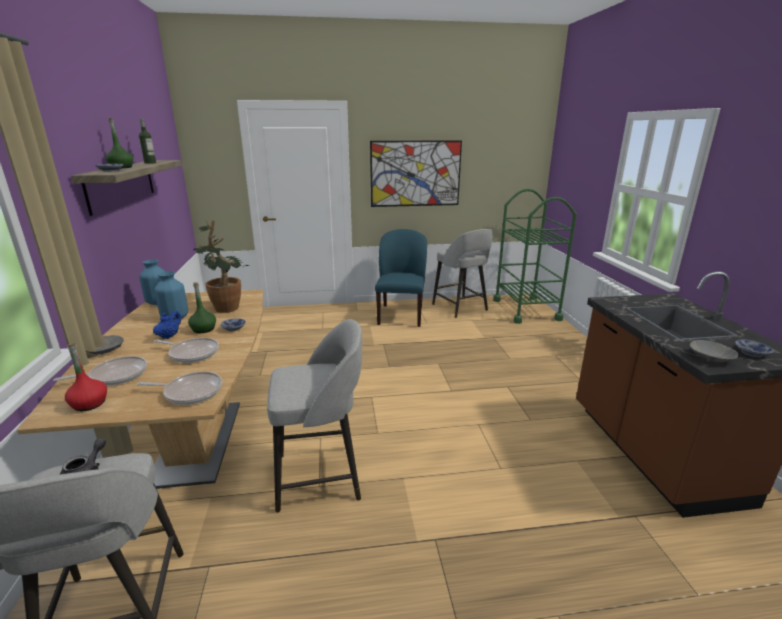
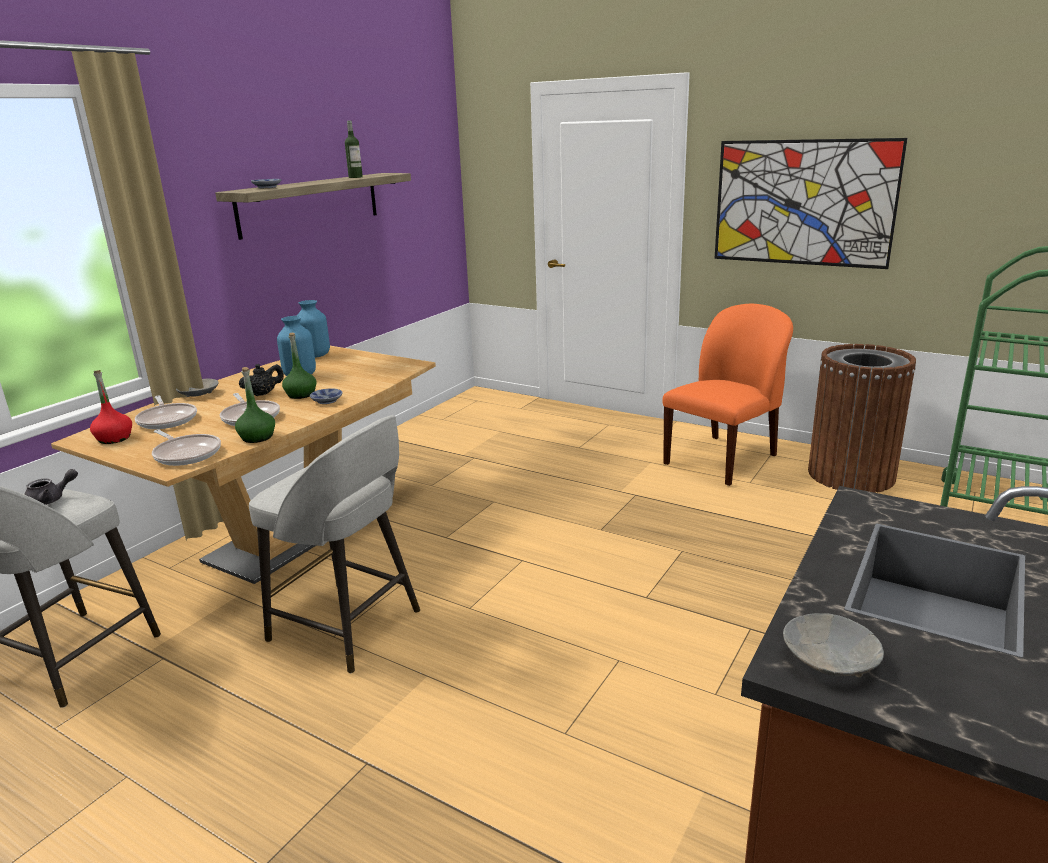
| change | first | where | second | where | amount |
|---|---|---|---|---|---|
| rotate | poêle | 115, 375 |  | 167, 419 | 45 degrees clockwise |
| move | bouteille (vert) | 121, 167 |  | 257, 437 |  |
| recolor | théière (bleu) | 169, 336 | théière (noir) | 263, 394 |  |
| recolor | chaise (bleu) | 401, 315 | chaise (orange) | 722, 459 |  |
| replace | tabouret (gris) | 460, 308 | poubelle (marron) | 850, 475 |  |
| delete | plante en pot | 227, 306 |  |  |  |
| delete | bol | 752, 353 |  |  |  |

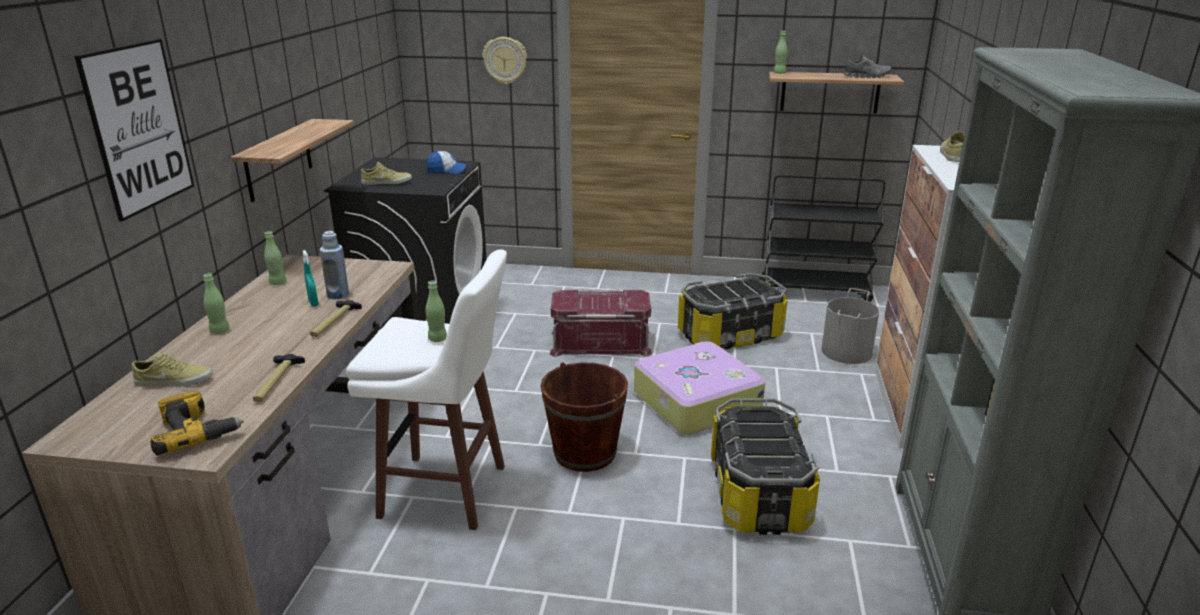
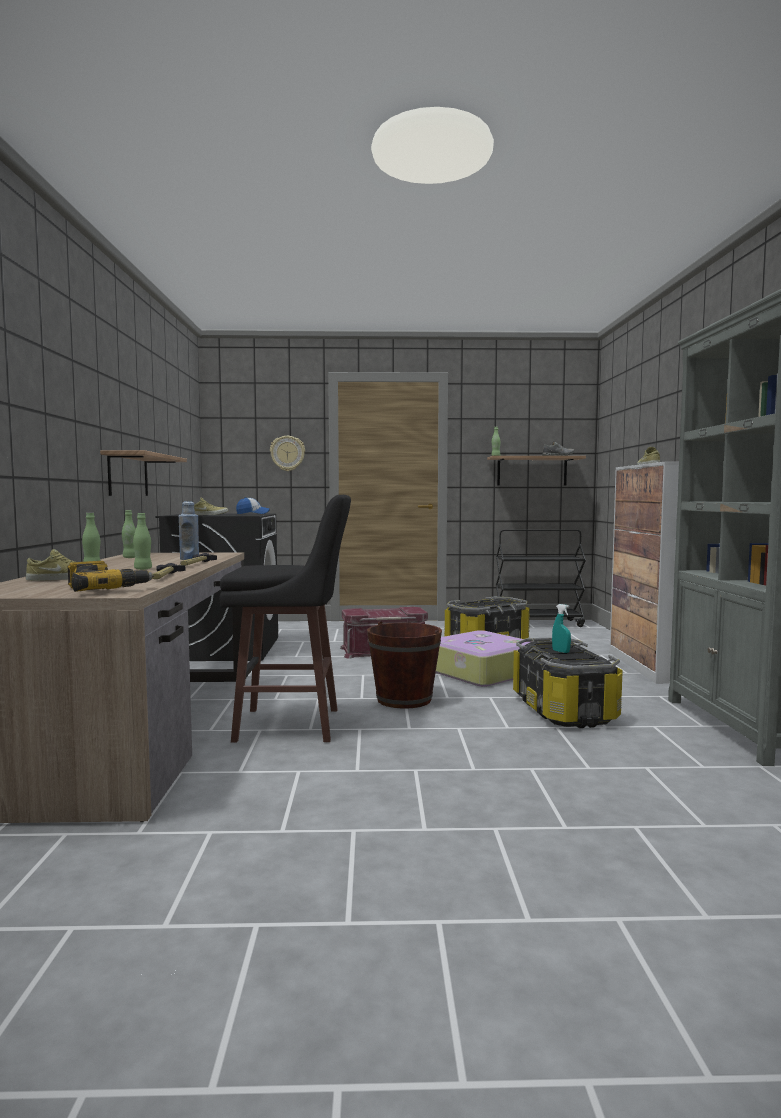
| change | first | where | second | where | amount |
|---|---|---|---|---|---|
| move | bouteille (vert) | 437, 339 |  | 143, 569 |  |
| recolor | tabouret (blanc) | 447, 493 | tabouret (noir) | 292, 725 |  |
| move | vaporisateur (turquoise) | 313, 303 |  | 561, 651 |  |
| delete | tableau | 139, 127 |  |  |  |
| delete | seau (gris) | 847, 352 |  |  |  |

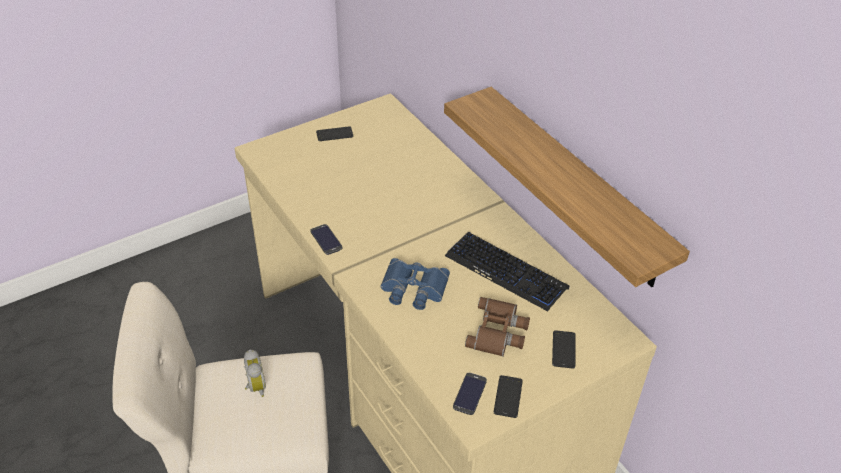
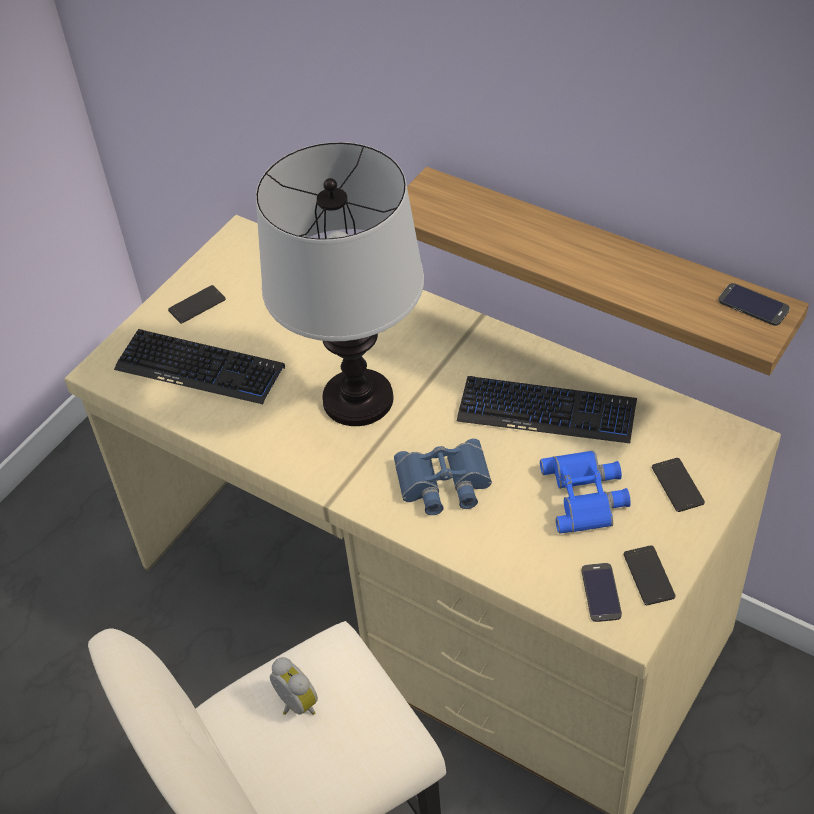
| change | first | where | second | where | amount |
|---|---|---|---|---|---|
| insert |  |  | clavier | 200, 368 |  |
| insert |  |  | lampe de table | 357, 399 |  |
| recolor | jumelles (marron) | 499, 332 | jumelles (bleu) | 586, 495 |  |
| move | téléphone | 326, 240 |  | 753, 305 |  |

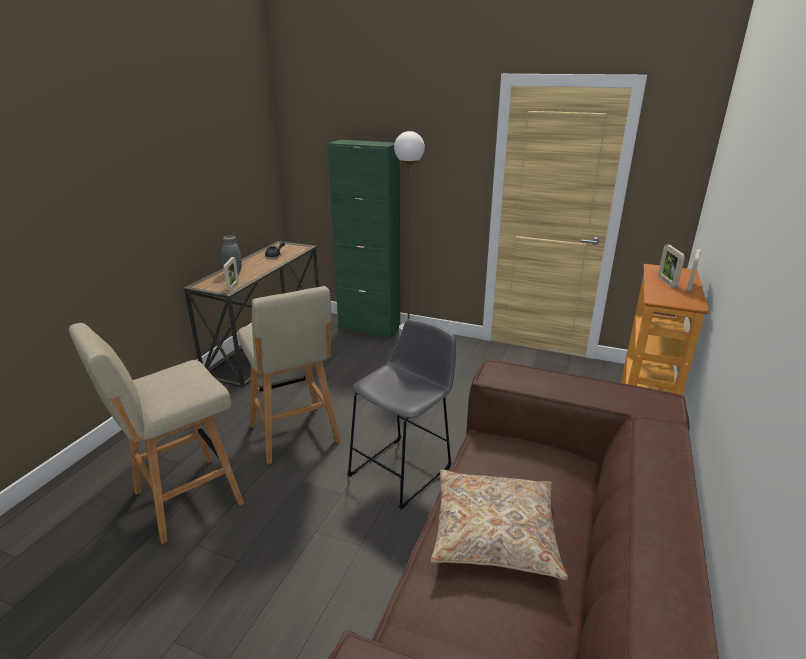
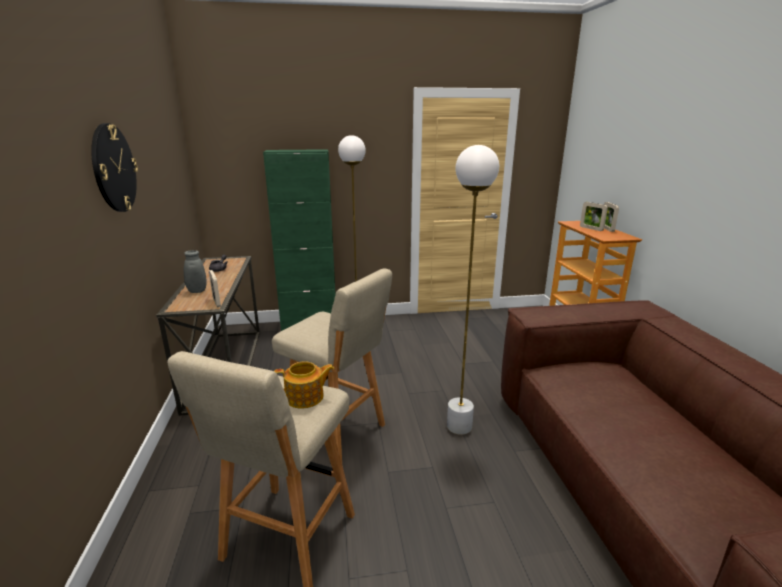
| change | first | where | second | where | amount |
|---|---|---|---|---|---|
| insert |  |  | horloge murale | 113, 168 |  |
| insert |  |  | théière | 305, 397 |  |
| replace | tabouret (gris) | 404, 468 | lampadaire (blanc) | 459, 426 |  |
| delete | coussin (beige) | 495, 532 |  |  |  |

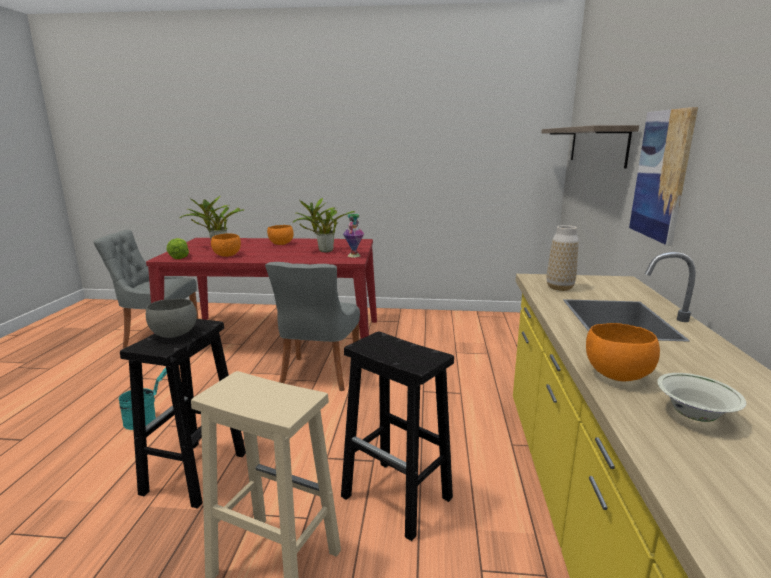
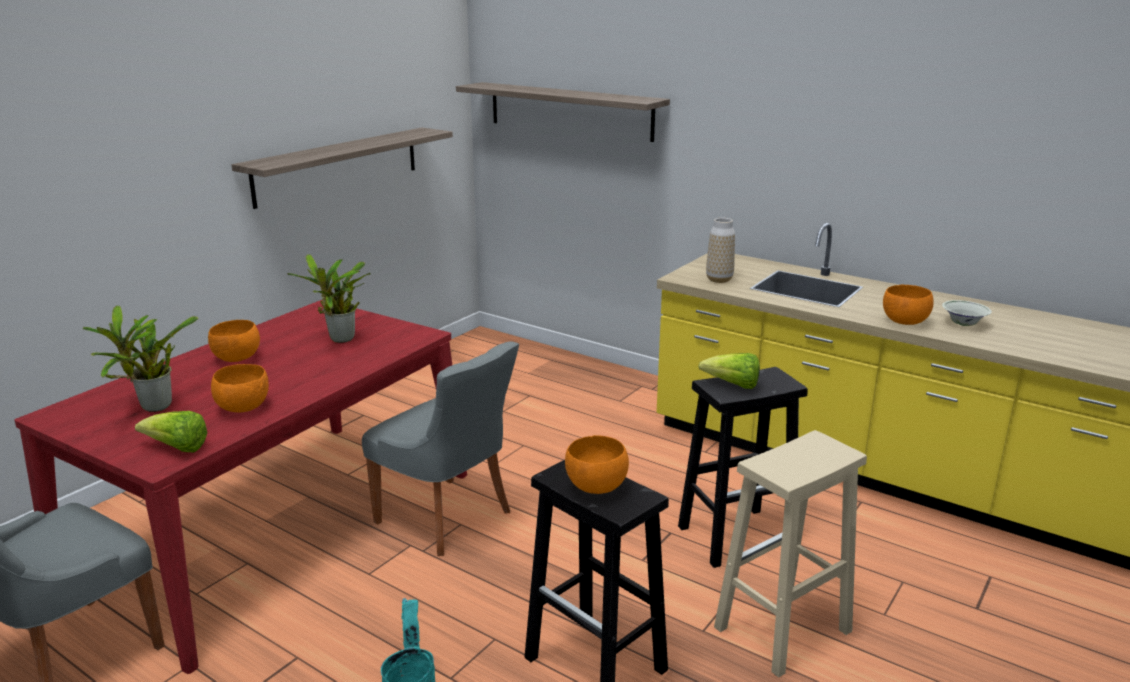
| change | first | where | second | where | amount |
|---|---|---|---|---|---|
| insert |  |  | étagère | 338, 165 |  |
| recolor | bol (gris) | 173, 335 | bol (orange) | 595, 488 |  |
| insert |  |  | laitue | 733, 385 |  |
| delete | vase | 353, 255 |  |  |  |
| delete | tableau | 661, 175 |  |  |  |

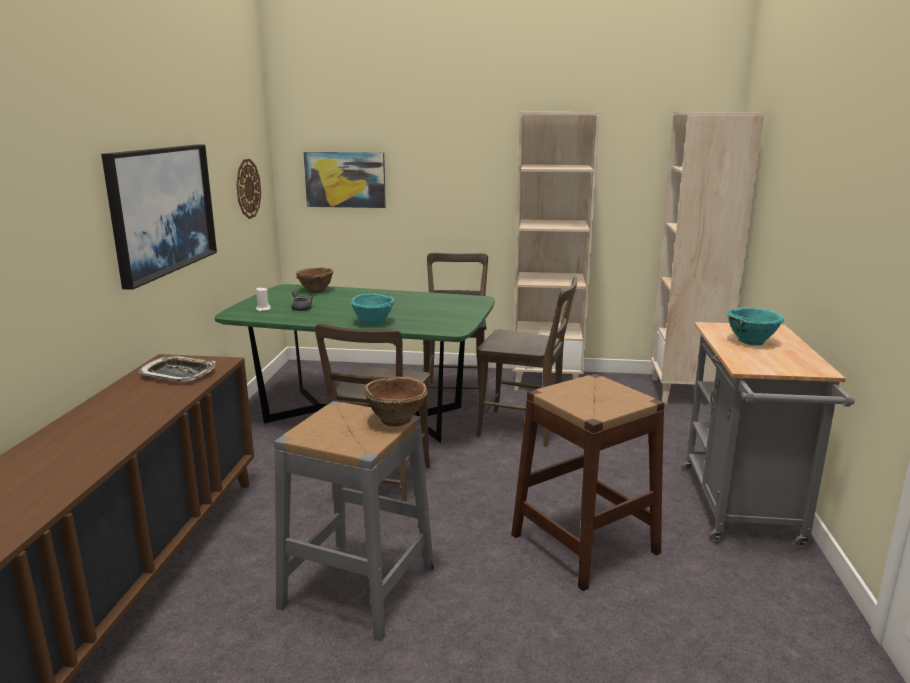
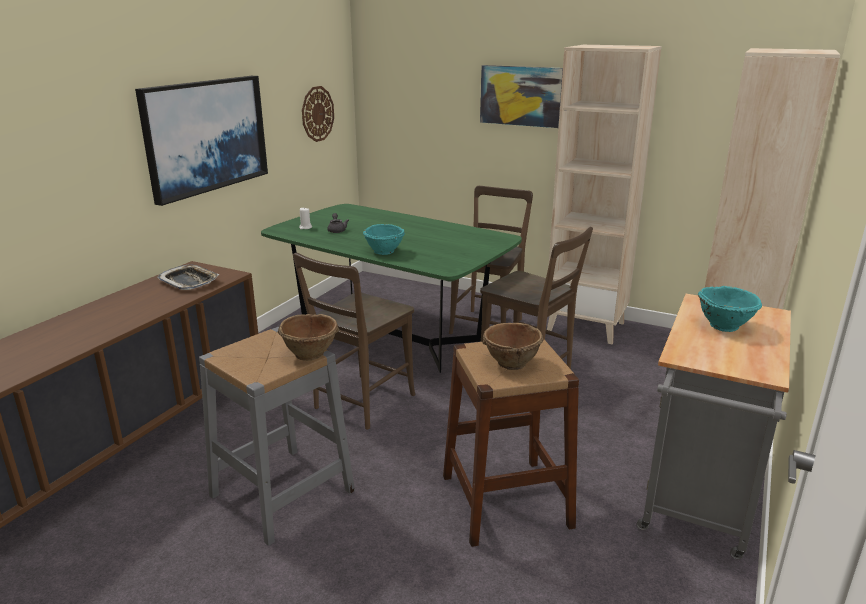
| change | first | where | second | where | amount |
|---|---|---|---|---|---|
| move | tableau | 345, 179 |  | 521, 96 |  |
| move | bol (marron) | 315, 291 |  | 511, 363 |  |

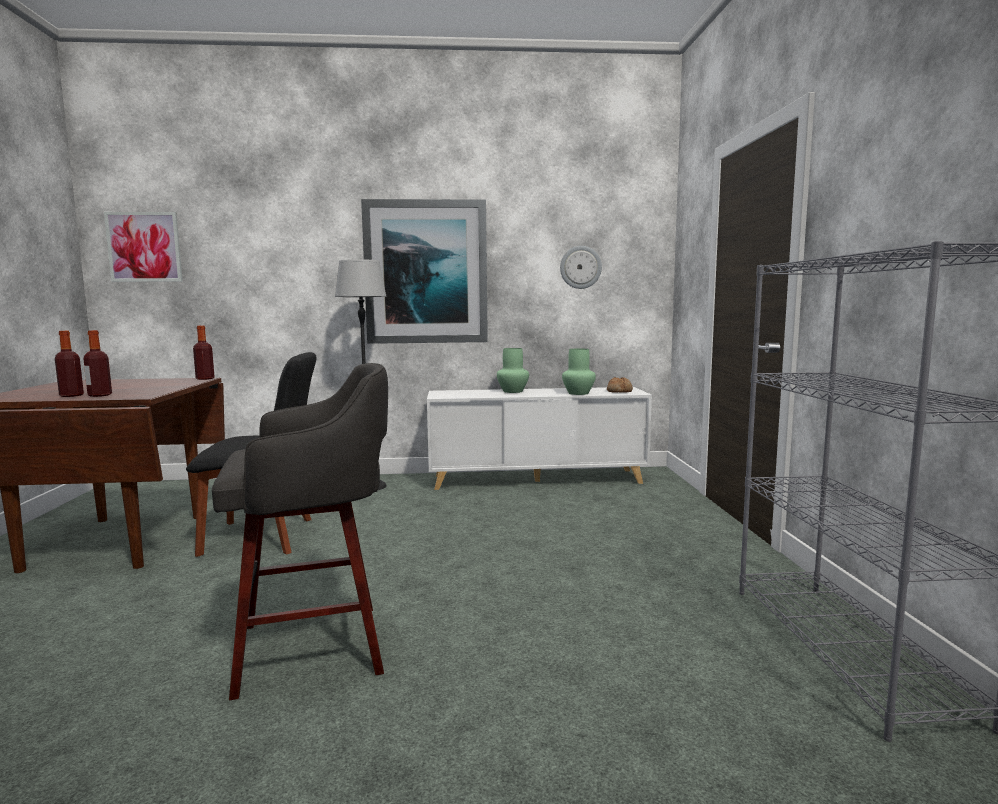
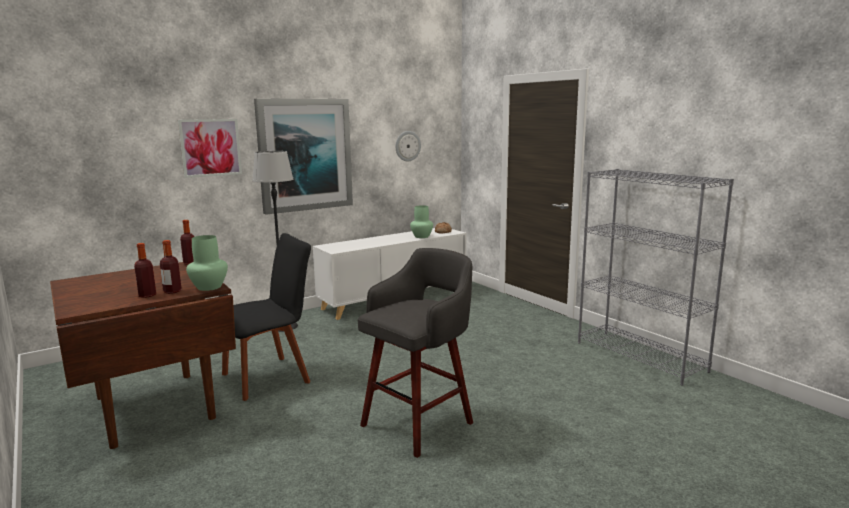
| change | first | where | second | where | amount |
|---|---|---|---|---|---|
| move | tableau | 144, 247 |  | 210, 147 |  |
| move | vase (vert) | 512, 391 |  | 208, 287 |  |

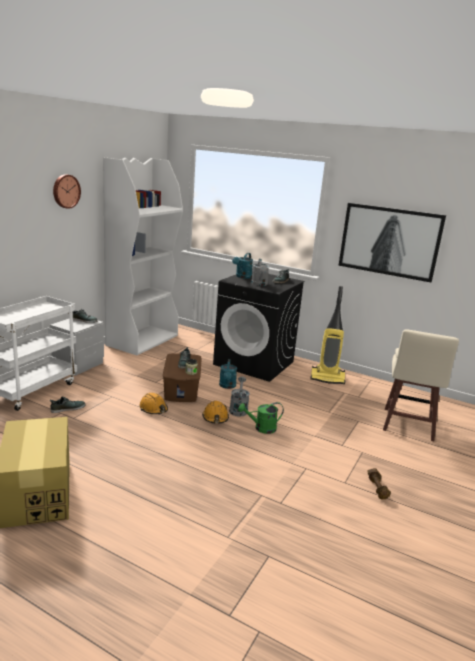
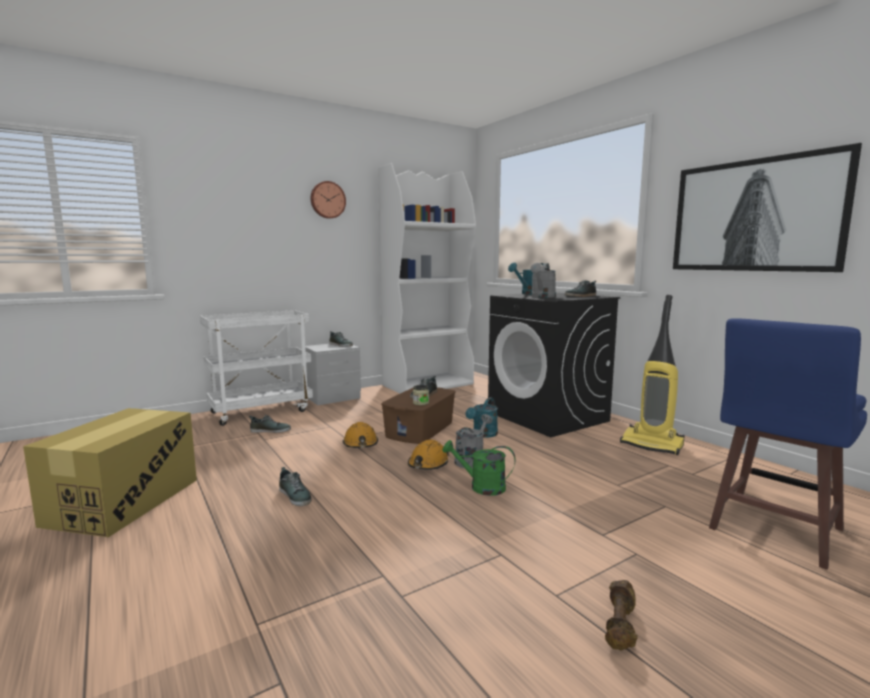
| change | first | where | second | where | amount |
|---|---|---|---|---|---|
| insert |  |  | chaussure | 295, 496 |  |
| recolor | tabouret (beige) | 407, 425 | tabouret (bleu) | 773, 530 |  |

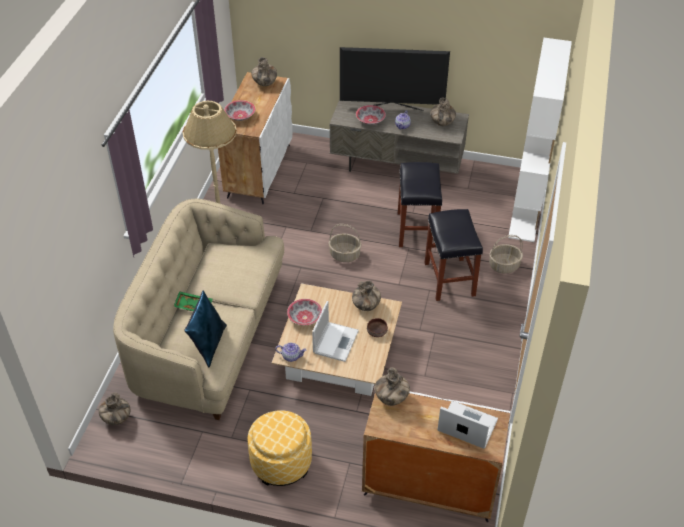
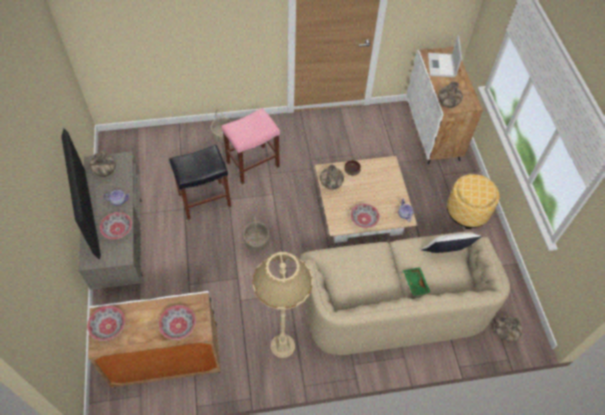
| change | first | where | second | where | amount |
|---|---|---|---|---|---|
| replace | vase | 265, 83 | bol | 108, 326 |  |
| recolor | tabouret (noir) | 450, 280 | tabouret (rose) | 253, 164 |  |
| recolor | coussin (bleu) | 208, 344 | coussin (blanc) | 445, 254 |  |
| delete | ordinateur portable | 336, 341 |  |  |  |
| delete | bibliothèque (blanc) | 526, 209 |  |  |  |

